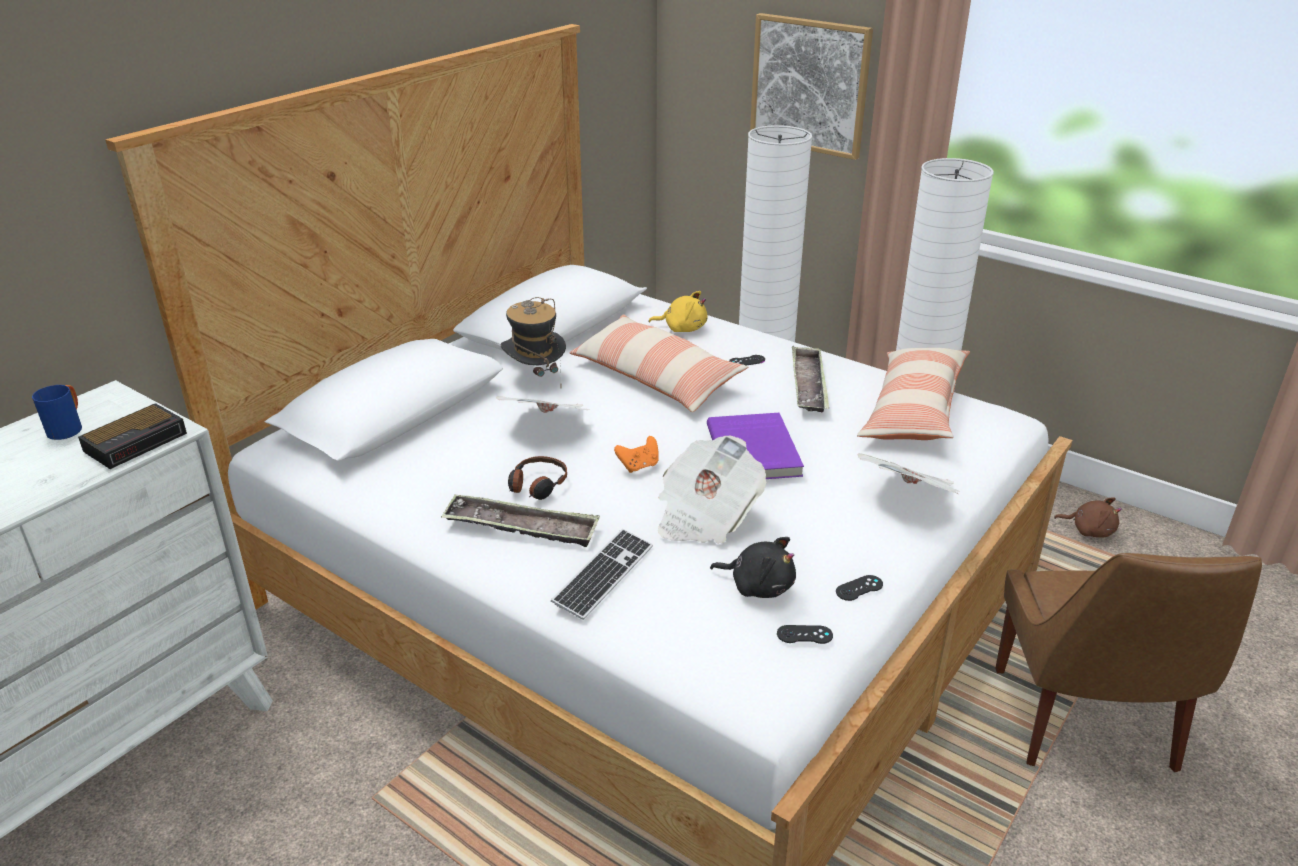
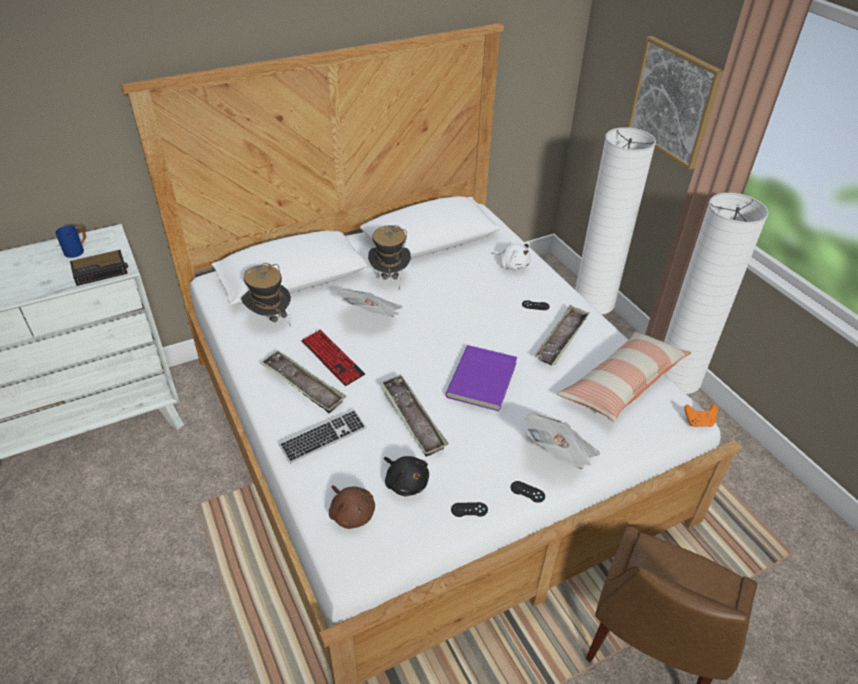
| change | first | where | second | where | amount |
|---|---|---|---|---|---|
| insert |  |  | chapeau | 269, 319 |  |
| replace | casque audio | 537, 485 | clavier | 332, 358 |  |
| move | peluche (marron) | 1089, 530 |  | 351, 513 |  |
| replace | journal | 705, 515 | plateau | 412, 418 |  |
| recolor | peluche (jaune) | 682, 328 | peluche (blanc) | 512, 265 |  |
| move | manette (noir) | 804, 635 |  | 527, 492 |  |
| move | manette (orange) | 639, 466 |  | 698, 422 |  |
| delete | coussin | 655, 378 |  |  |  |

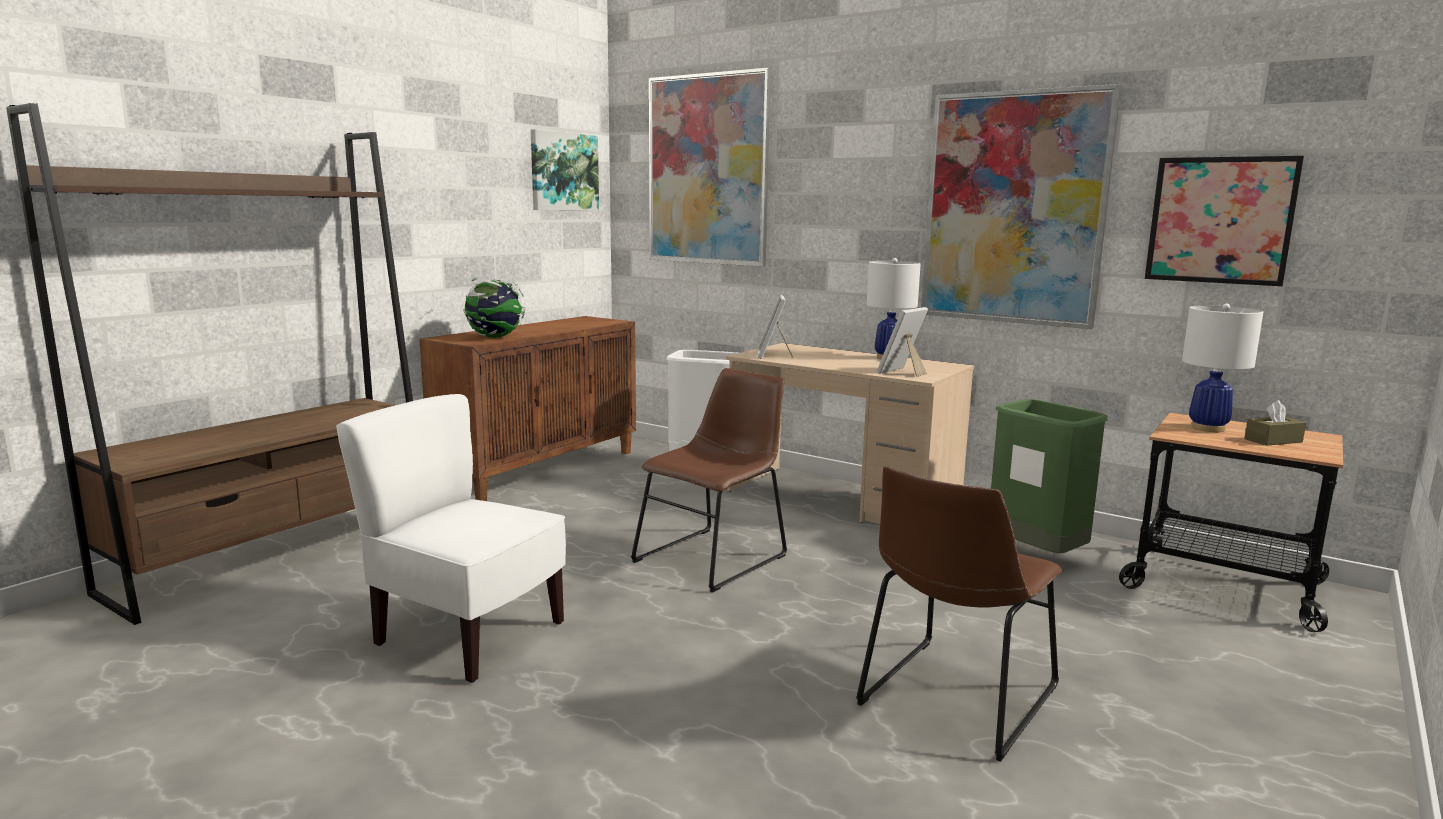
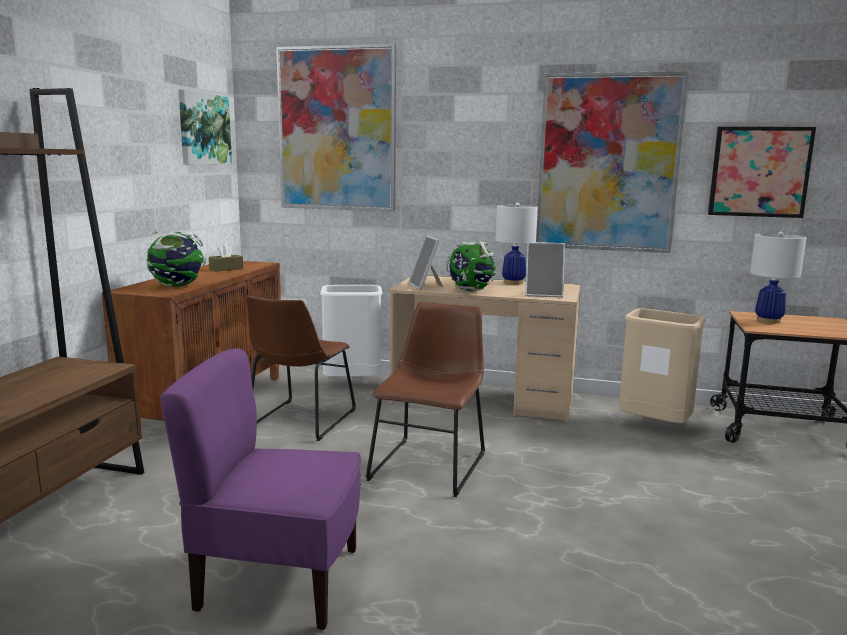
| change | first | where | second | where | amount |
|---|---|---|---|---|---|
| recolor | chaise (blanc) | 468, 635 | chaise (violet) | 278, 581 |  |
| move | boîte à mouchoirs (marron) | 1273, 440 |  | 226, 269 |  |
| move | chaise (marron) | 954, 699 |  | 300, 421 |  |
| insert |  |  | globe | 470, 290 |  |
| rotate | cadre photo | 903, 372 |  | 543, 294 | 105 degrees counterclockwise |
| recolor | poubelle (vert) | 1036, 556 | poubelle (beige) | 654, 426 |  |

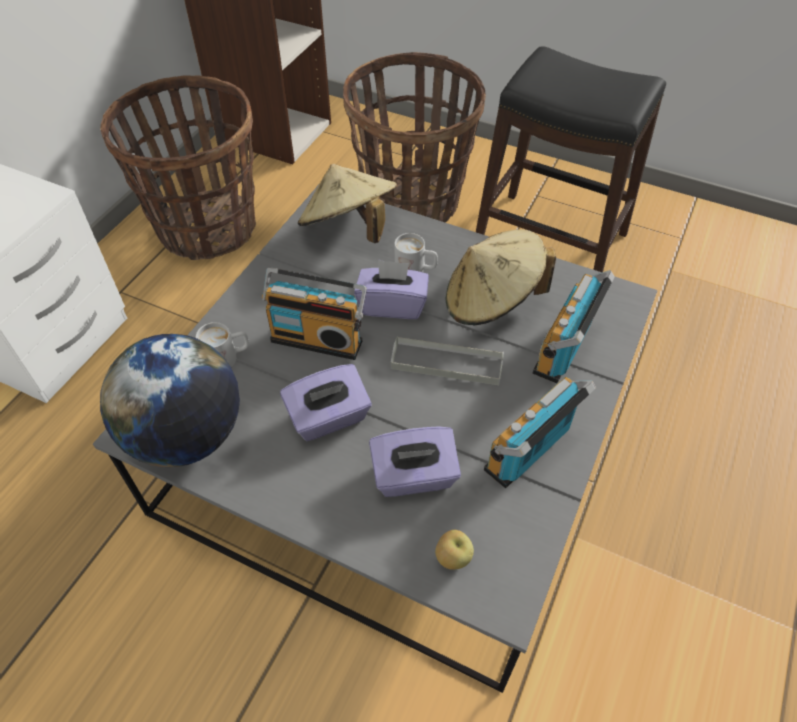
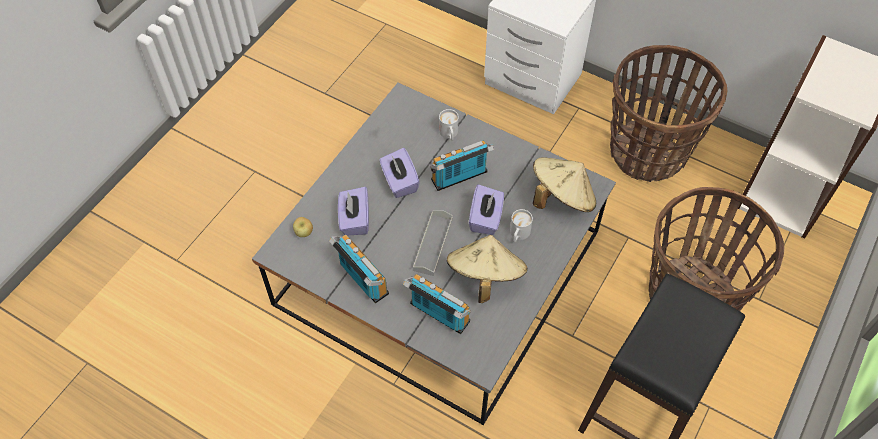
| change | first | where | second | where | amount |
|---|---|---|---|---|---|
| rotate | radio | 318, 338 |  | 460, 178 | 45 degrees clockwise |
| delete | globe | 187, 436 |  |  |  |

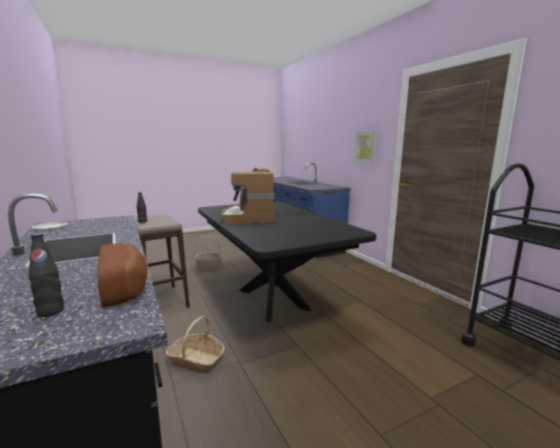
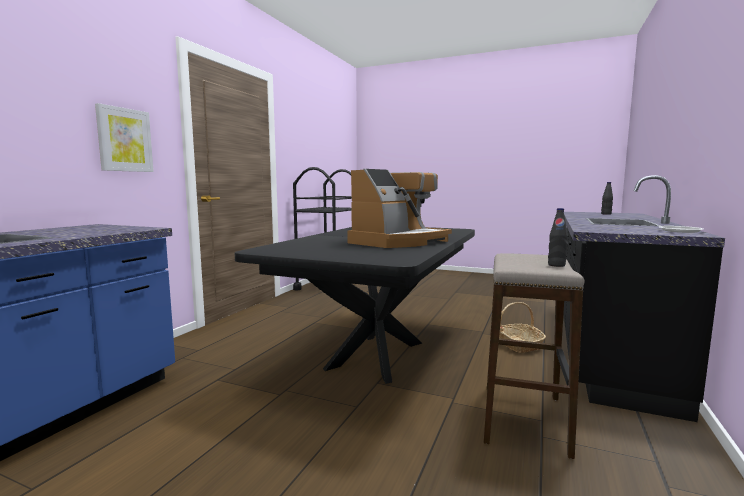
| change | first | where | second | where | amount |
|---|---|---|---|---|---|
| delete | pain | 126, 287 |  |  |  |
| delete | panier | 209, 268 |  |  |  |

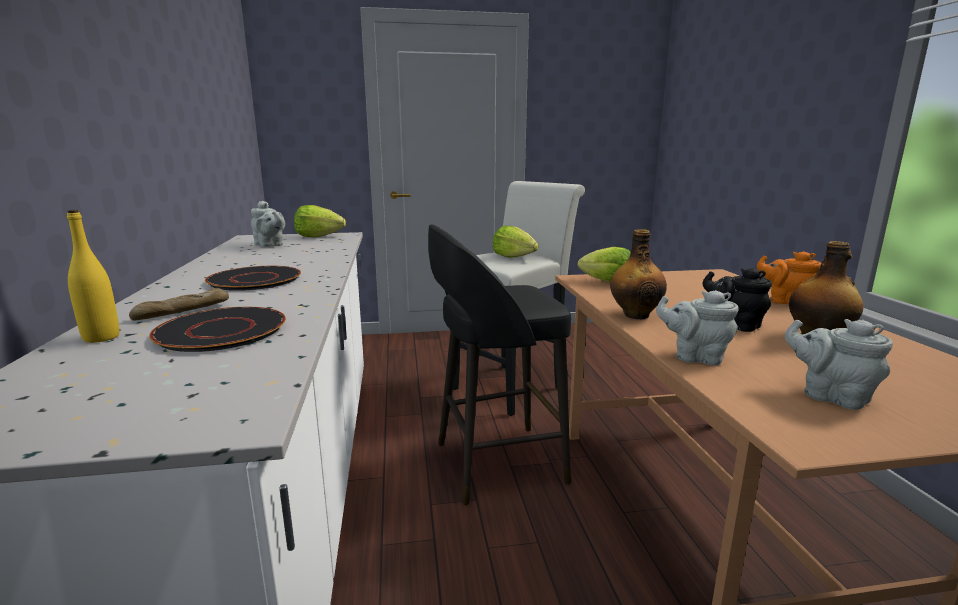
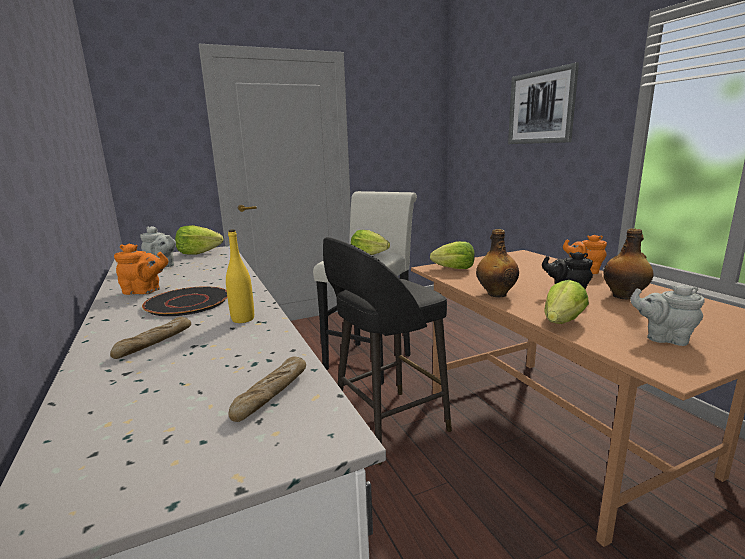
| change | first | where | second | where | amount |
|---|---|---|---|---|---|
| insert |  |  | théière (orange) | 144, 291 |  |
| move | bouteille (jaune) | 101, 337 |  | 243, 319 |  |
| insert |  |  | pain | 271, 395 |  |
| insert |  |  | tableau | 541, 107 |  |
| replace | théière (gris) | 695, 357 | laitue | 562, 322 |  |
| delete | assiette (noir) | 222, 330 |  |  |  |

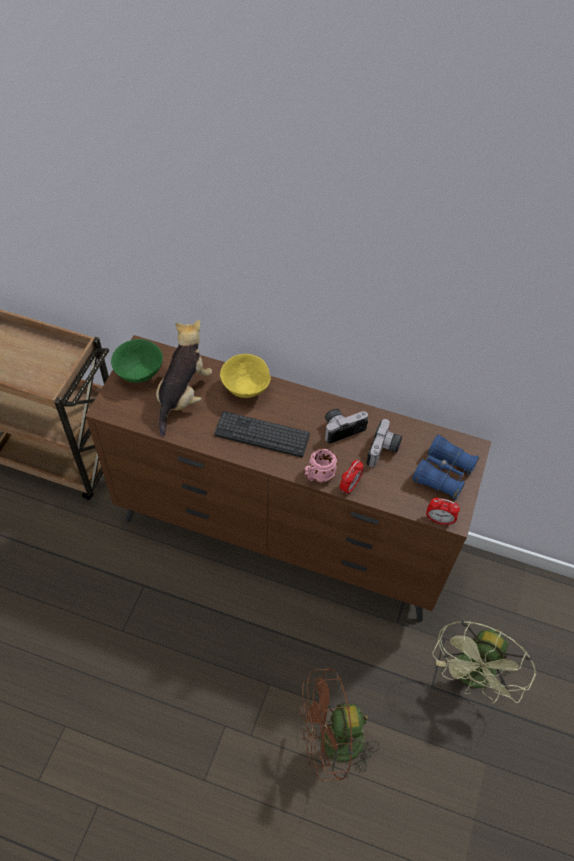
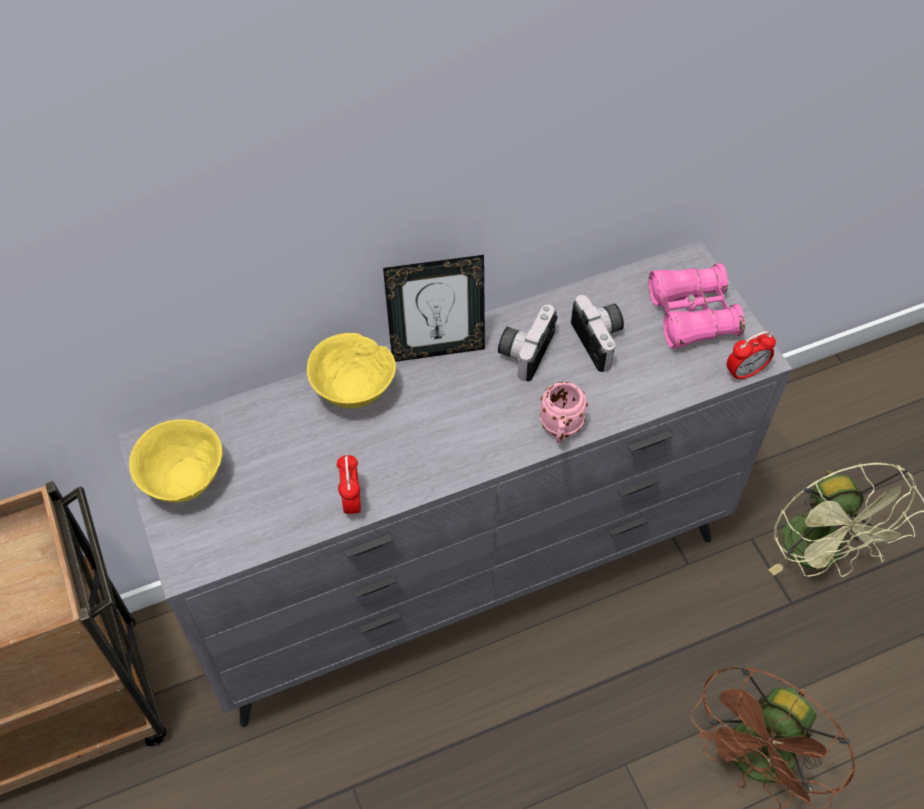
| change | first | where | second | where | amount |
|---|---|---|---|---|---|
| recolor | commode (marron) | 283, 536 | commode (gris) | 464, 573 |  |
| recolor | bol (vert) | 139, 374 | bol (jaune) | 185, 481 |  |
| move | réveil | 350, 486 |  | 352, 501 |  |
| insert |  |  | cadre photo | 437, 349 |  |
| recolor | jumelles (bleu) | 443, 473 | jumelles (rose) | 692, 315 |  |
| delete | peluche | 183, 395 |  |  |  |
| delete | clavier | 262, 435 |  |  |  |

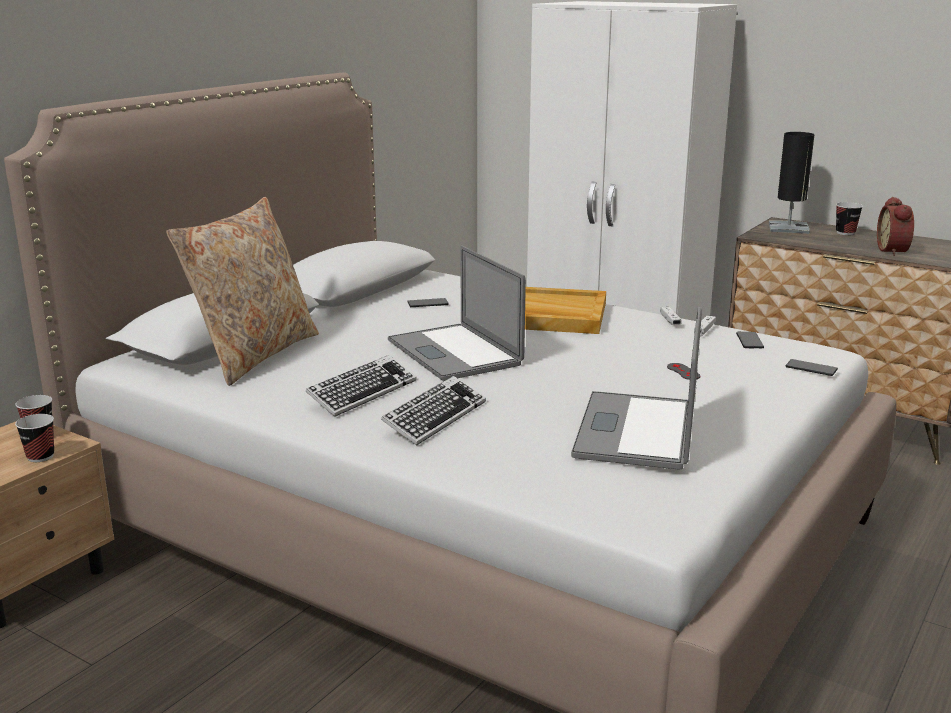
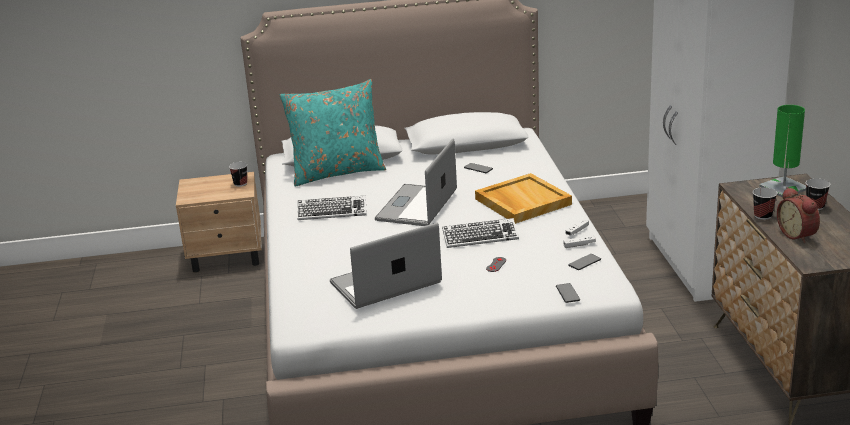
| change | first | where | second | where | amount |
|---|---|---|---|---|---|
| recolor | coussin (beige) | 254, 354 | coussin (turquoise) | 337, 172 |  |
| move | clavier | 435, 417 |  | 480, 237 |  |
| move | tasse | 40, 456 |  | 762, 216 |  |
| recolor | lampe de table (noir) | 788, 228 | lampe de table (vert) | 783, 188 |  |
| rotate | réveil | 895, 251 |  | 798, 235 | 75 degrees counterclockwise |

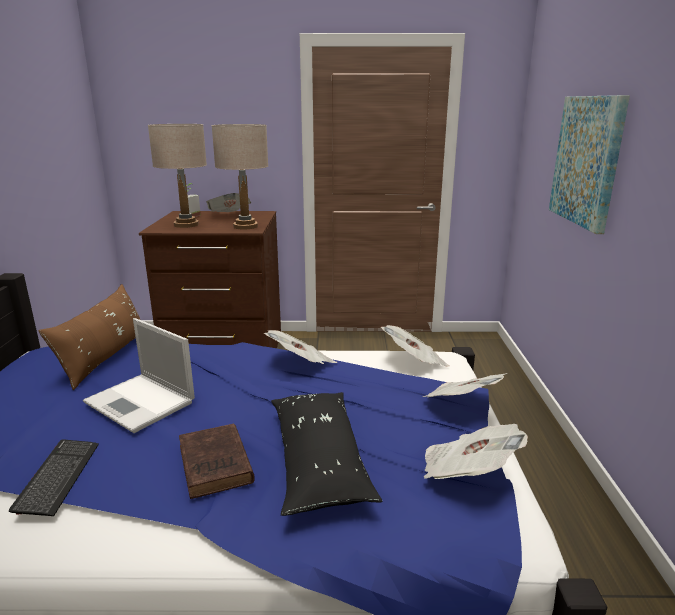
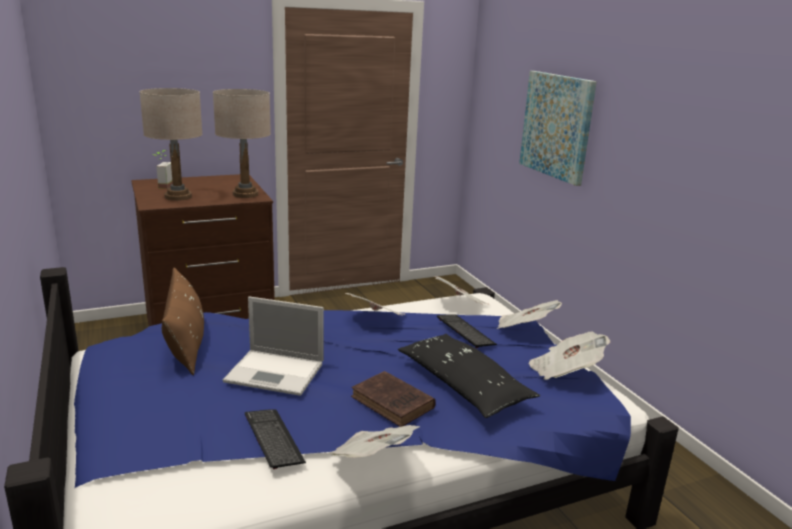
| change | first | where | second | where | amount |
|---|---|---|---|---|---|
| move | journal | 229, 216 |  | 372, 459 |  |
| insert |  |  | clavier | 465, 331 |  |

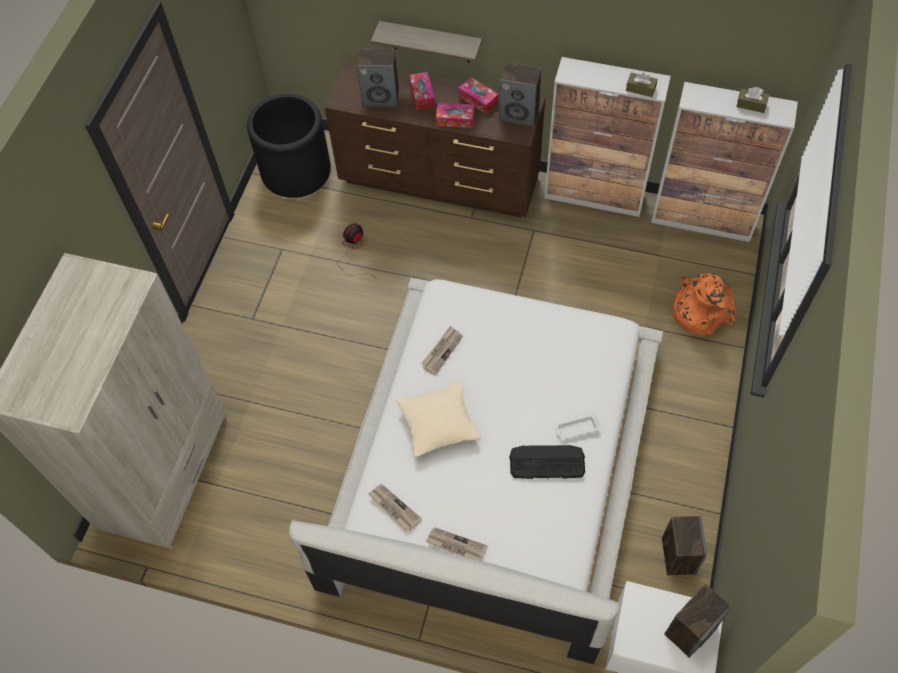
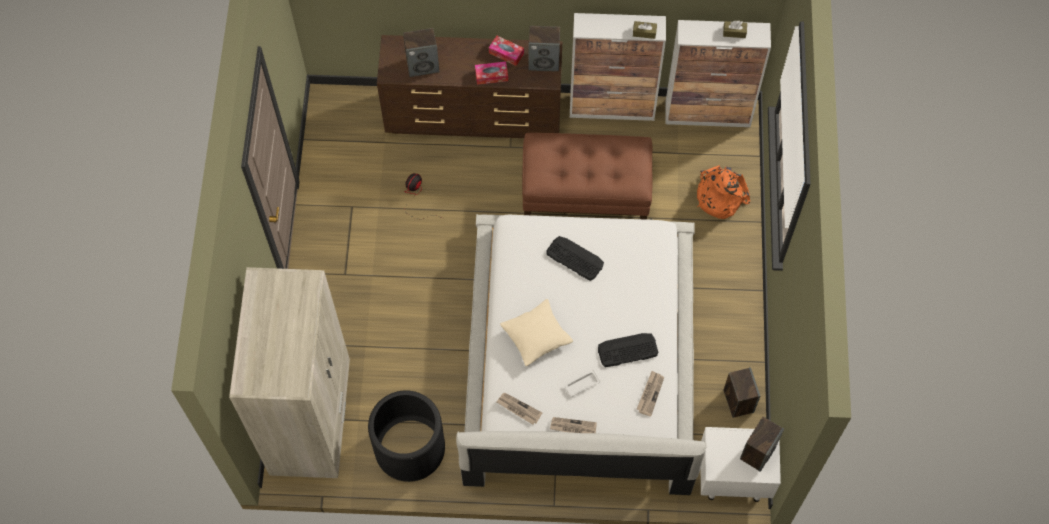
| change | first | where | second | where | amount |
|---|---|---|---|---|---|
| move | cache-pot (noir) | 295, 171 |  | 409, 448 |  |
| insert |  |  | pouf (marron) | 585, 191 |  |
| insert |  |  | clavier | 574, 258 |  |
| move | plateau (blanc) | 576, 428 |  | 581, 384 |  |
| move | journal | 442, 351 |  | 650, 394 |  |
| delete | étagère | 431, 42 |  |  |  |
| delete | boîte à mouchoirs | 422, 95 |  |  |  |

